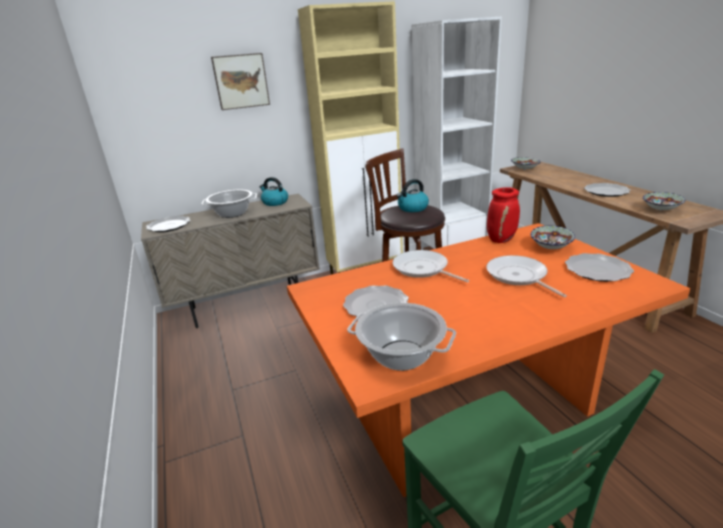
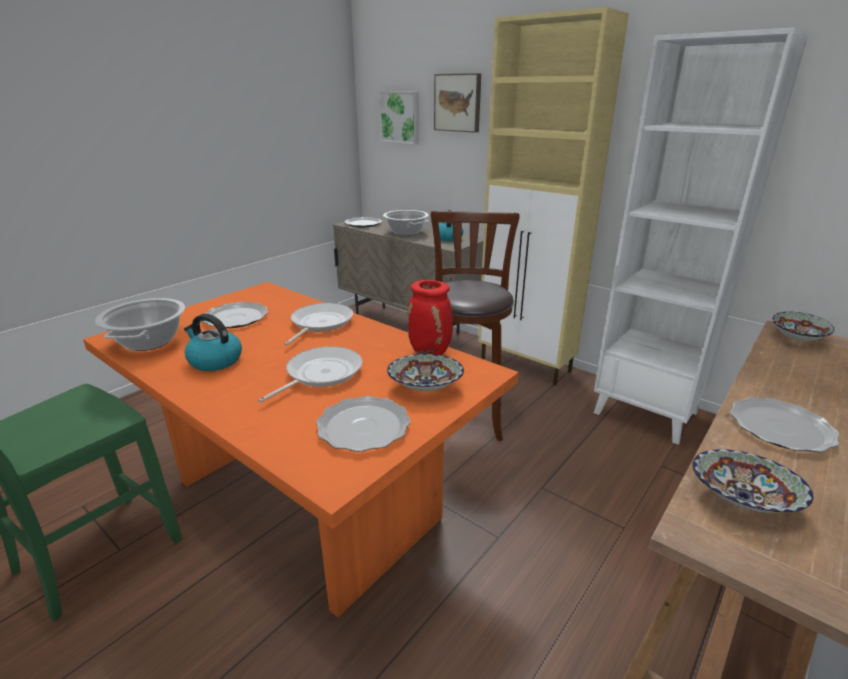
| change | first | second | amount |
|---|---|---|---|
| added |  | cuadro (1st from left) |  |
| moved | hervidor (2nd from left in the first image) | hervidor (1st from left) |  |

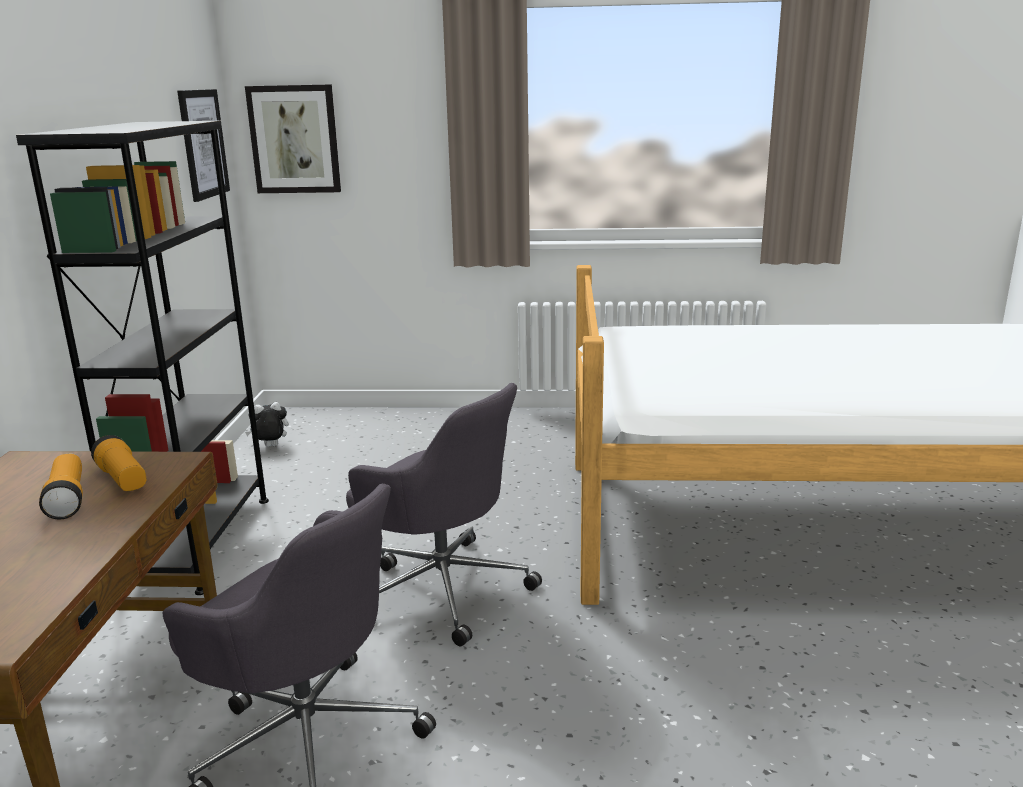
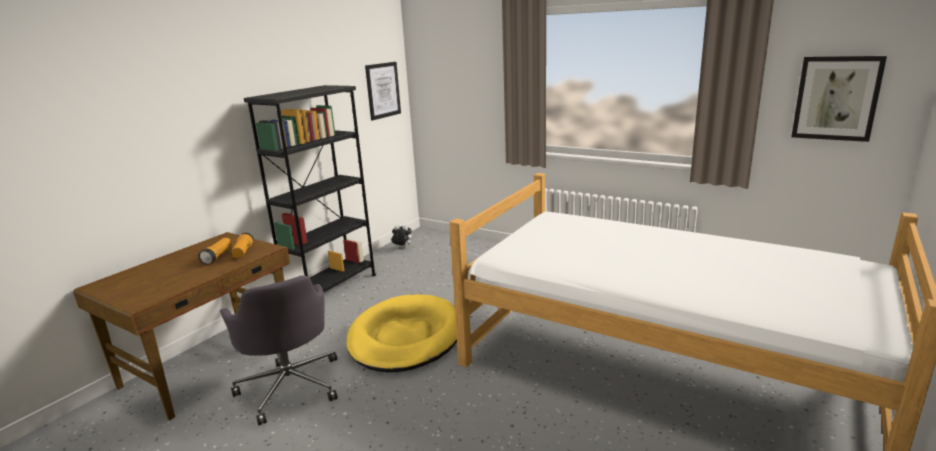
| change | first | second | amount |
|---|---|---|---|
| moved | cuadro (2nd from left) |  |  |
| replaced | silla de oficina (gris) (2nd from left) | cama para perro (amarillo) |  |

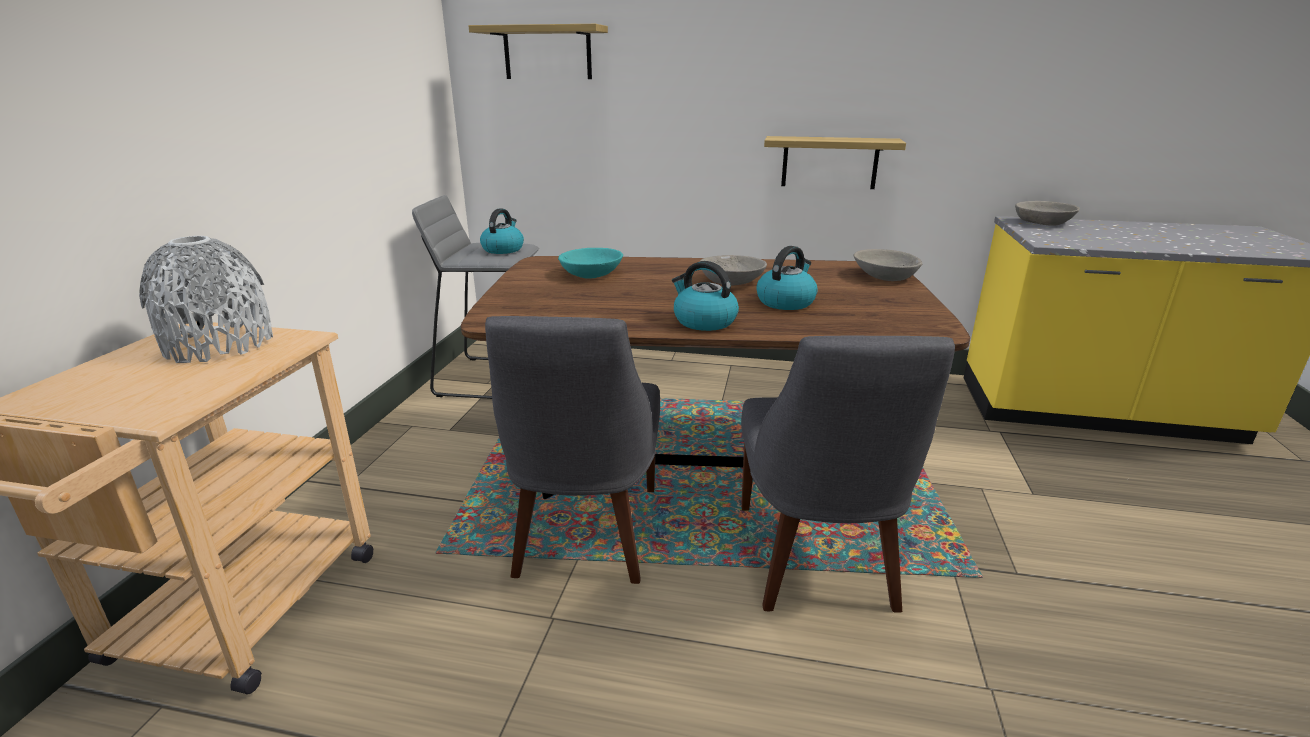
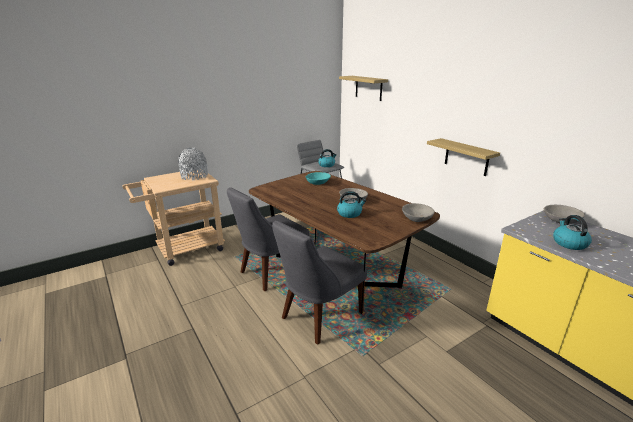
| change | first | second | amount |
|---|---|---|---|
| moved | hervidor (2nd from left in the first image) | hervidor (3rd from left) |  |

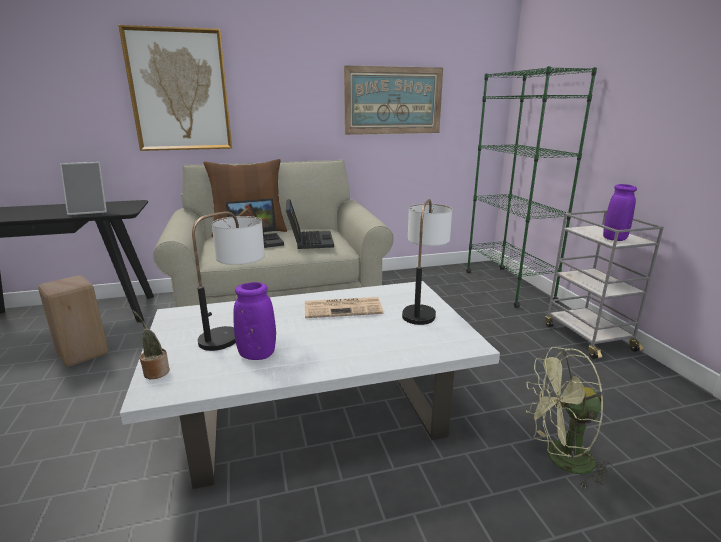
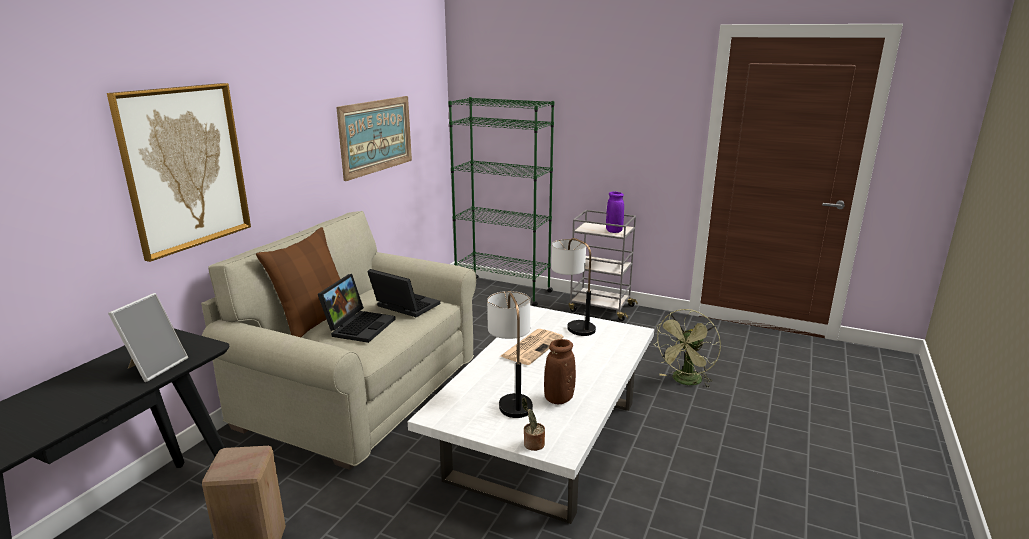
| change | first | second | amount |
|---|---|---|---|
| recoloured | florero (morado) (1st from left) | florero (marrón) |  |

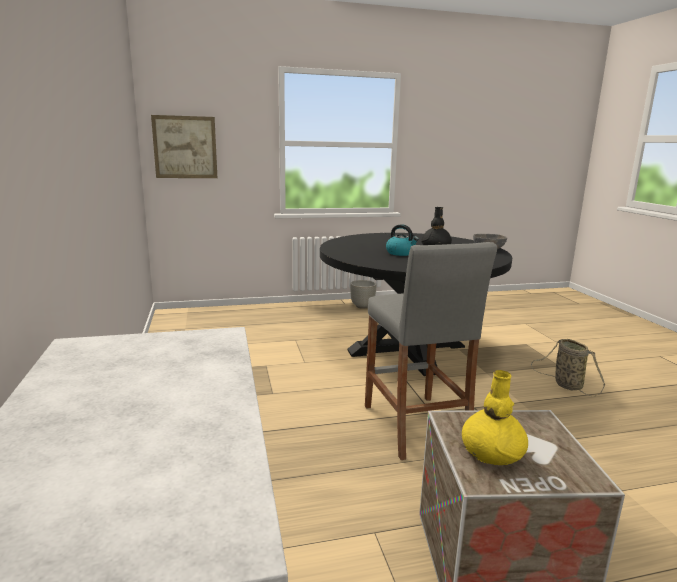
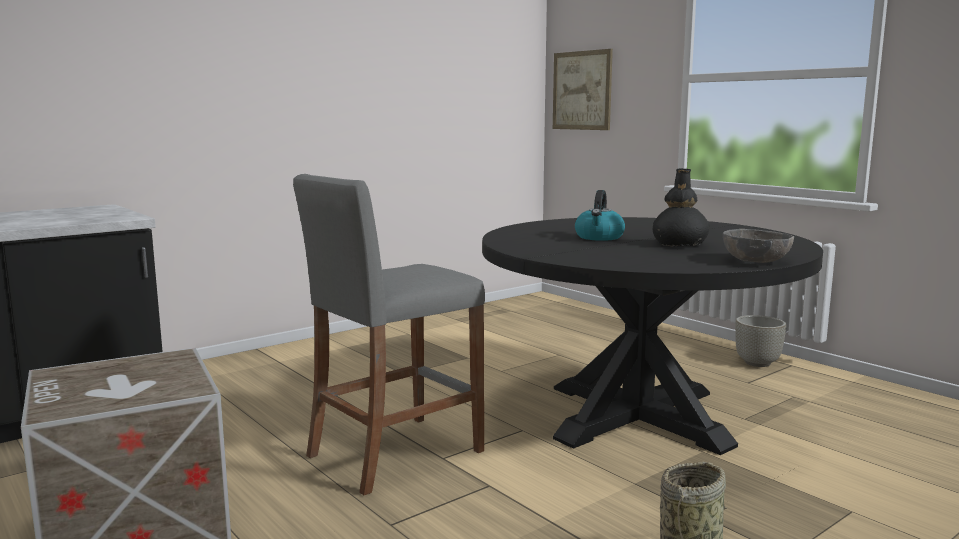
| change | first | second | amount |
|---|---|---|---|
| removed | florero (amarillo) |  |  |

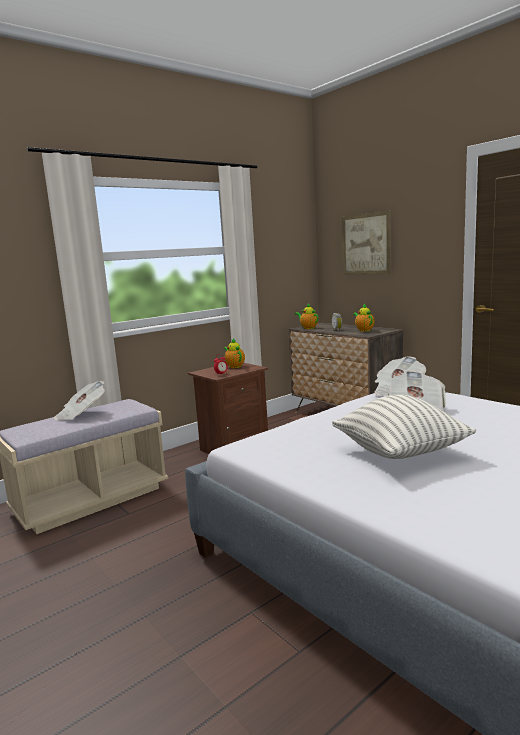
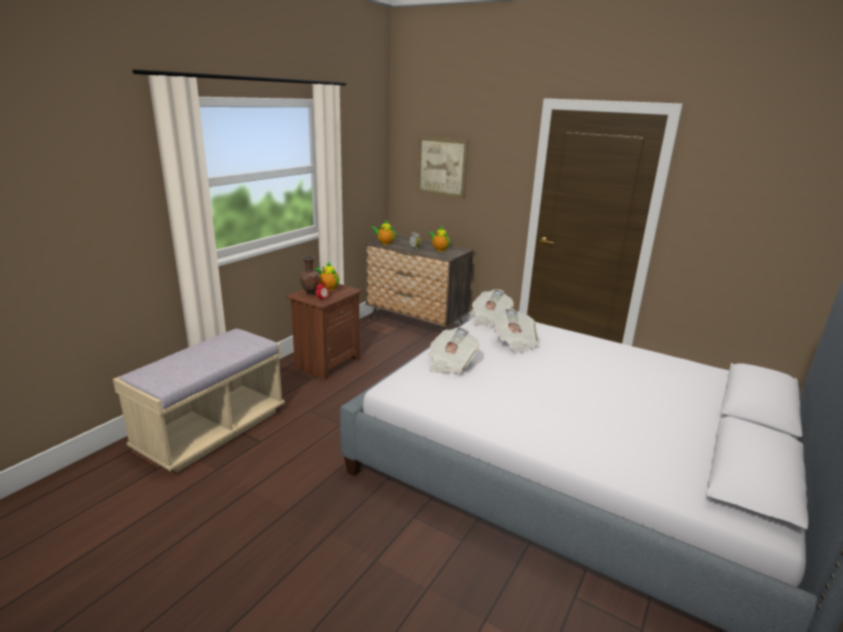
| change | first | second | amount |
|---|---|---|---|
| removed | cojín |  |  |
| added |  | florero (marrón) |  |
| moved | periódico (1st from left) |  |  |

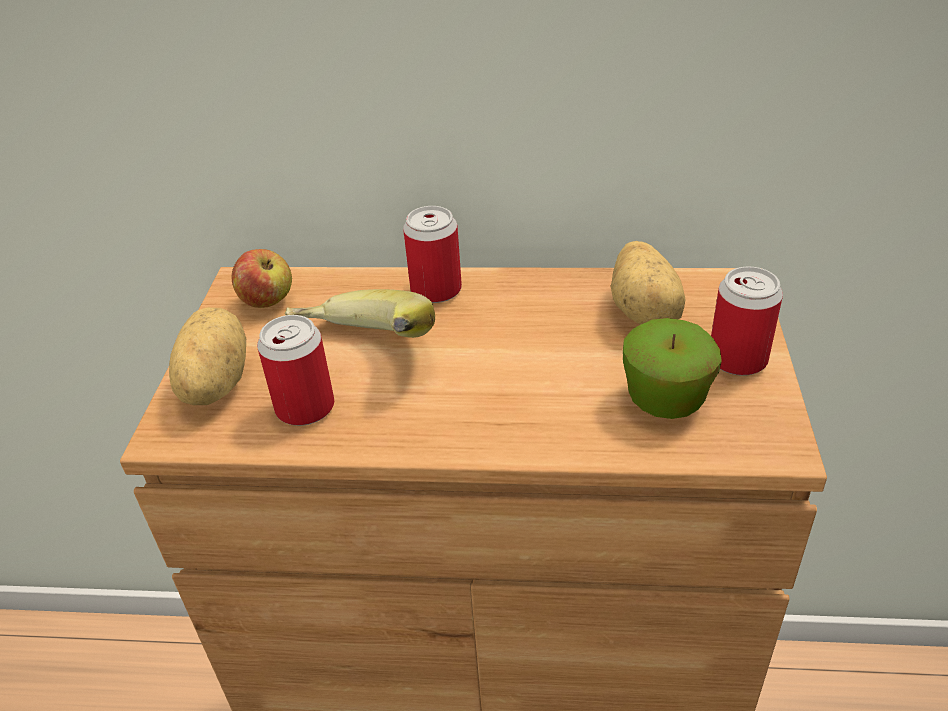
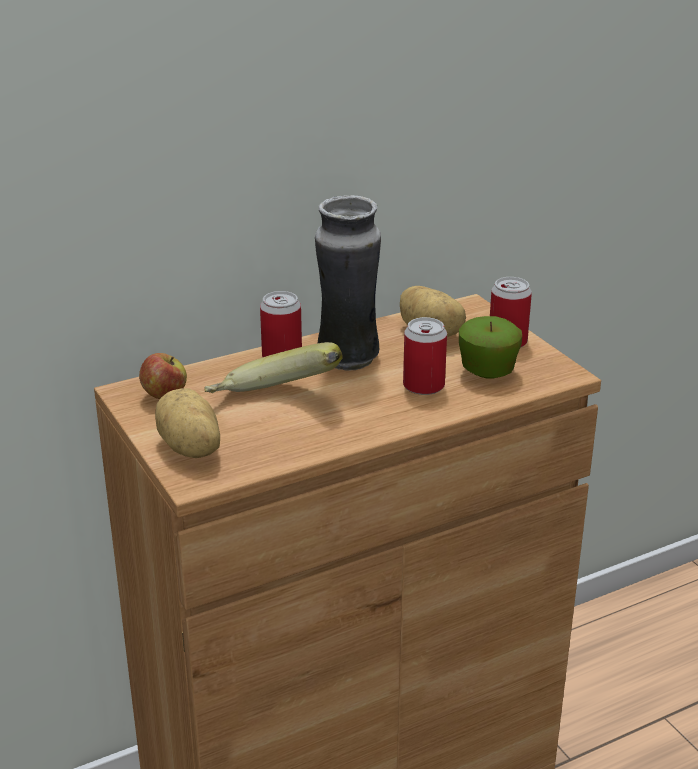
| change | first | second | amount |
|---|---|---|---|
| added |  | florero |  |
| moved | lata (1st from left in the first image) | lata (2nd from left) |  |

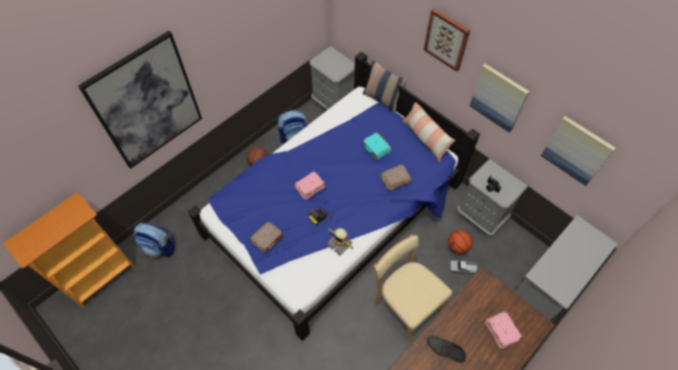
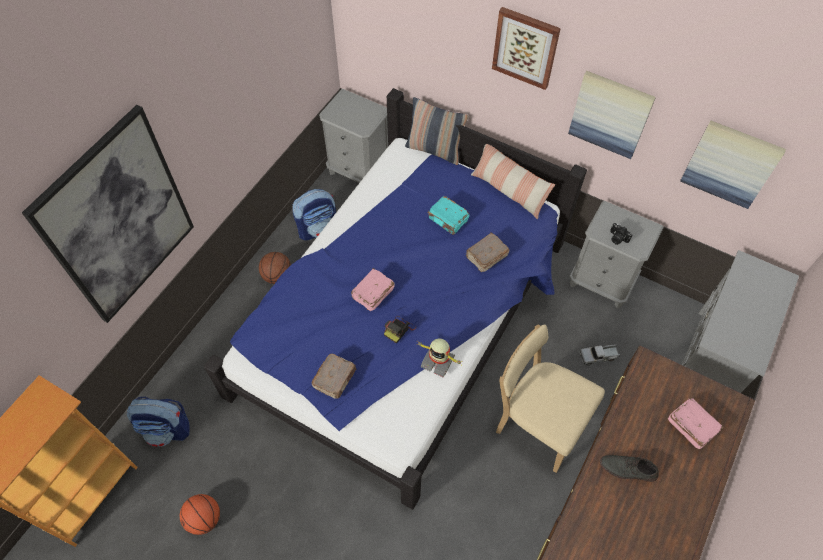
| change | first | second | amount |
|---|---|---|---|
| moved | balón de baloncesto (2nd from left in the first image) | balón de baloncesto (1st from left) |  |

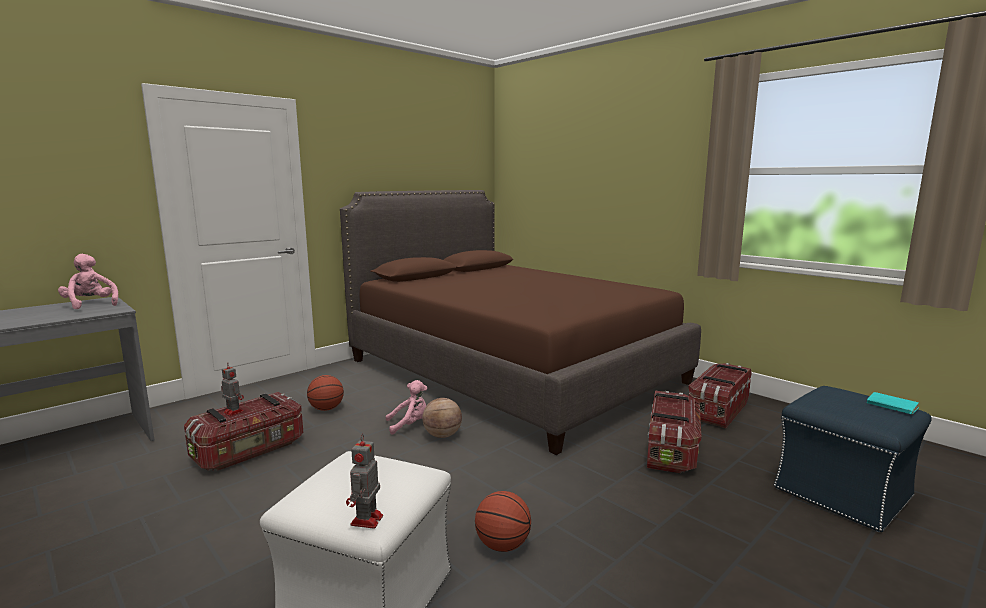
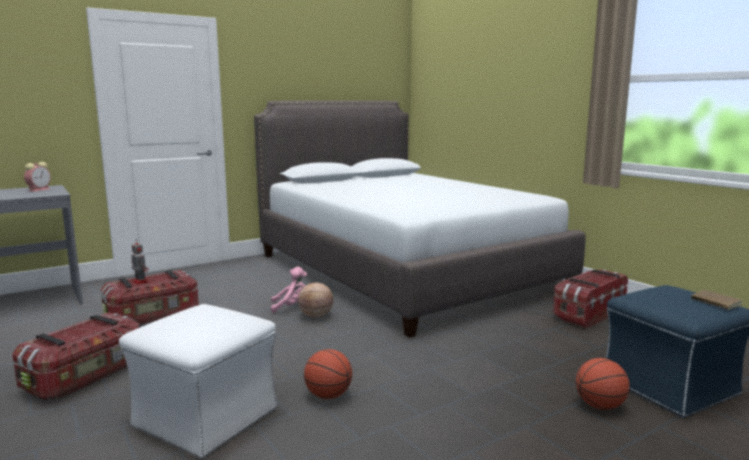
| change | first | second | amount |
|---|---|---|---|
| removed | robot de juguete (2nd from left) |  |  |
| moved | balón de baloncesto (1st from left in the first image) | balón de baloncesto (3rd from left) |  |
| moved | caja de almacenaje (2nd from left in the first image) | caja de almacenaje (1st from left) |  |
| replaced | peluche (rosa) (1st from left) | despertador |  |
| recoloured | cama (marrón) | cama (blanco) |  |
| recoloured | libro (turquesa) | libro (marrón) |  |

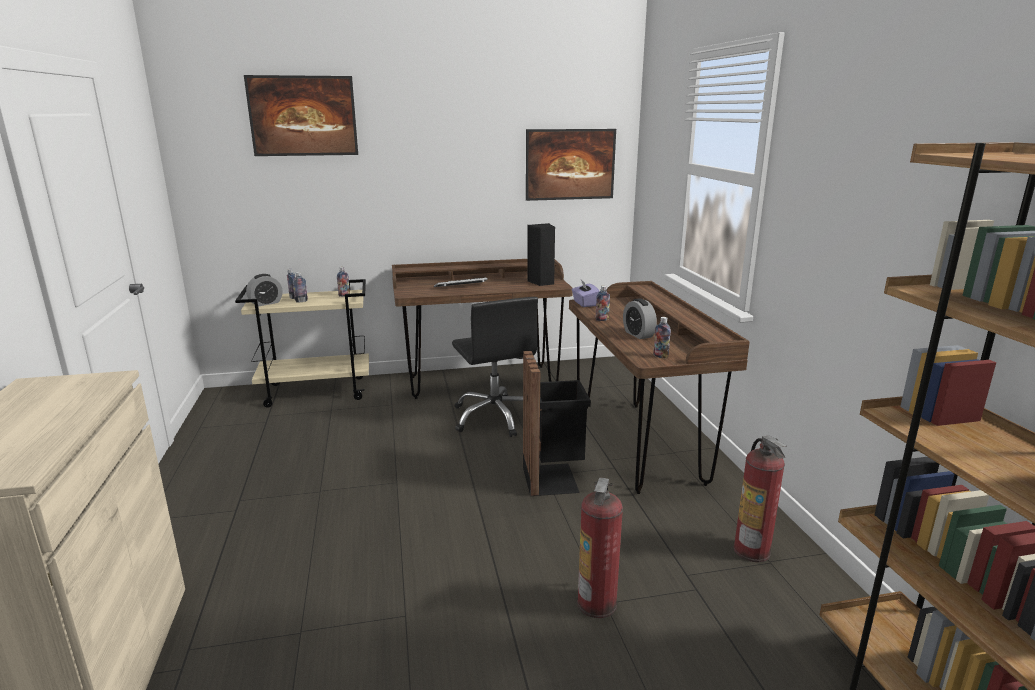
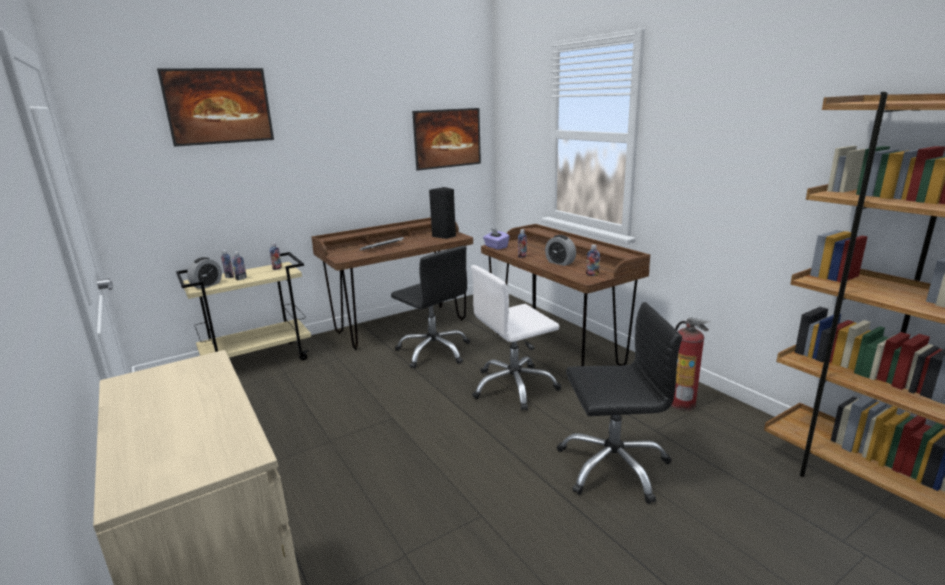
| change | first | second | amount |
|---|---|---|---|
| replaced | papelera (negro) | silla de oficina (blanco) |  |
| replaced | extintor (1st from left) | silla de oficina (negro) (2nd from left) |  |

